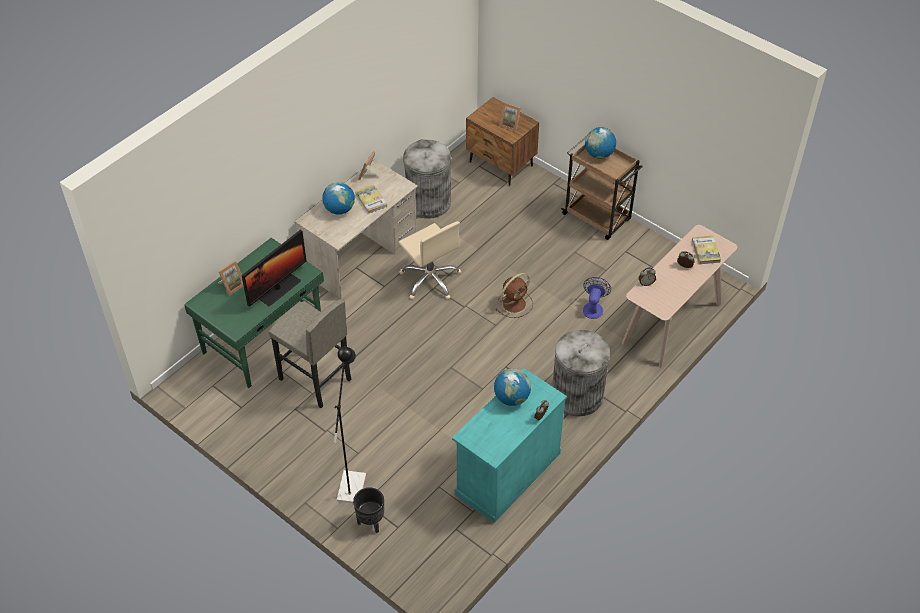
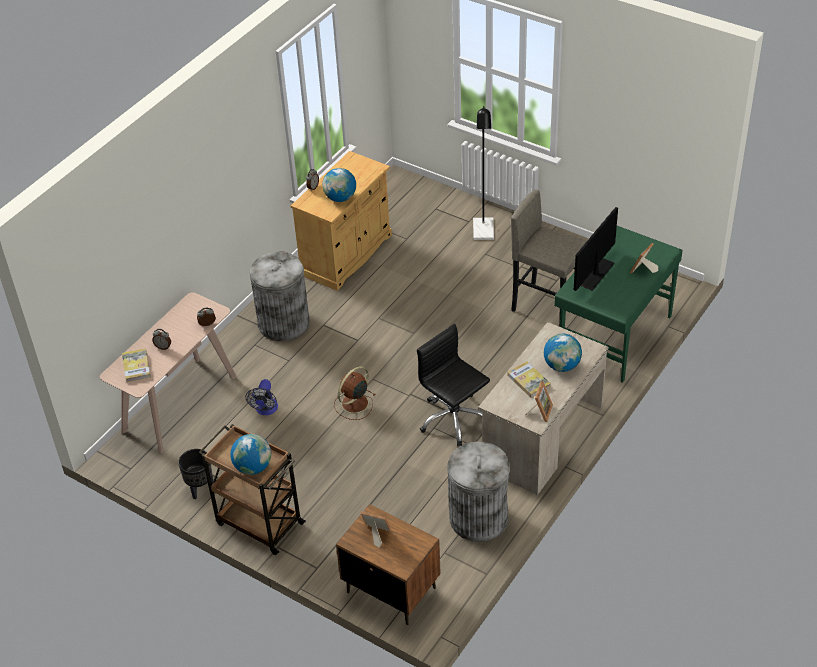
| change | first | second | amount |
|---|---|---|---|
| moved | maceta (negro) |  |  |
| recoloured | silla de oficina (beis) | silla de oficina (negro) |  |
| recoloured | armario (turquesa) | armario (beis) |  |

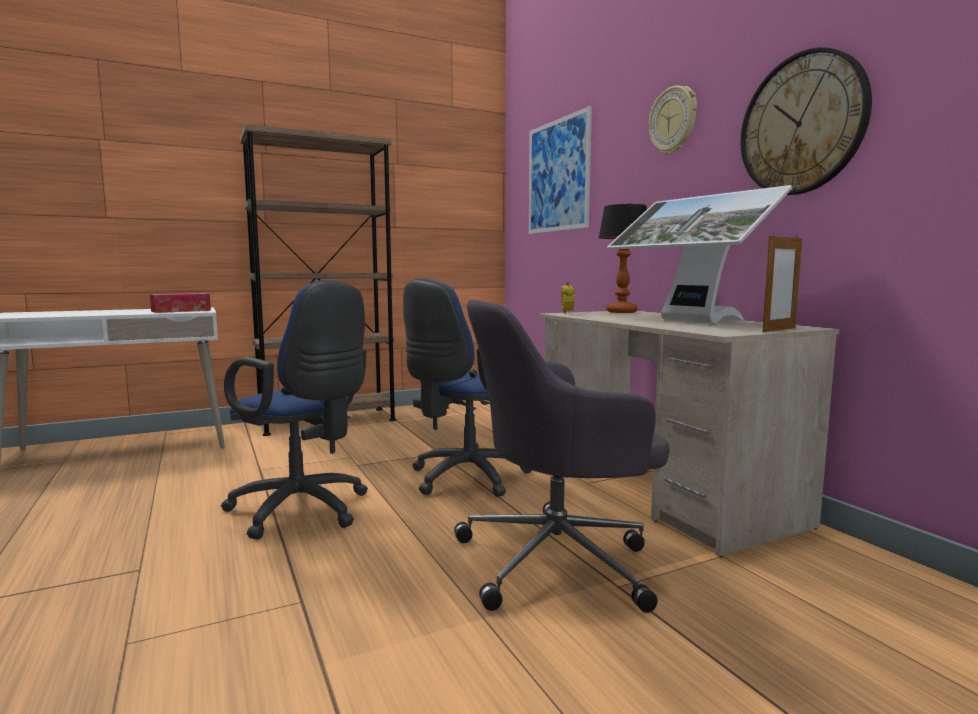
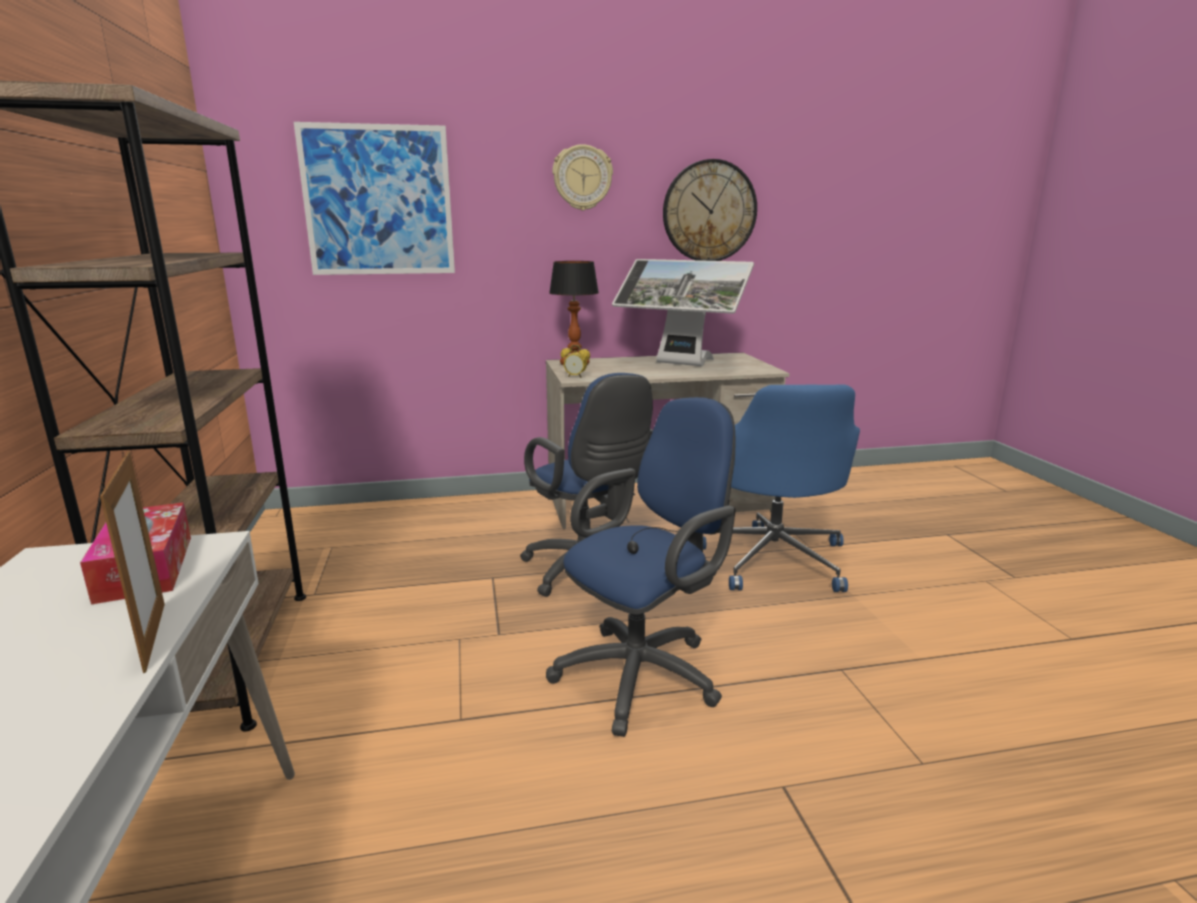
| change | first | second | amount |
|---|---|---|---|
| moved | portarretratos |  |  |
| recoloured | silla de oficina (gris) | silla de oficina (azul) (3rd from left) |  |
| turned | monitor |  | 45 degrees clockwise |

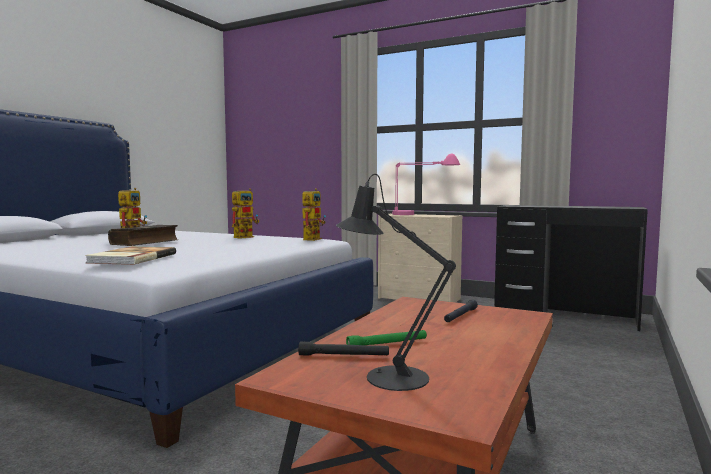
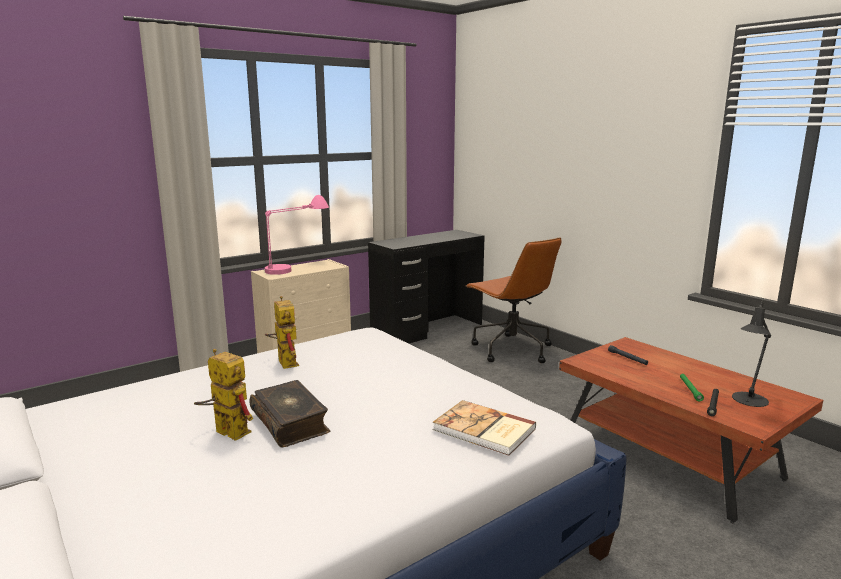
| change | first | second | amount |
|---|---|---|---|
| removed | robot de juguete (3rd from left) |  |  |
| added |  | silla de oficina (marrón) |  |

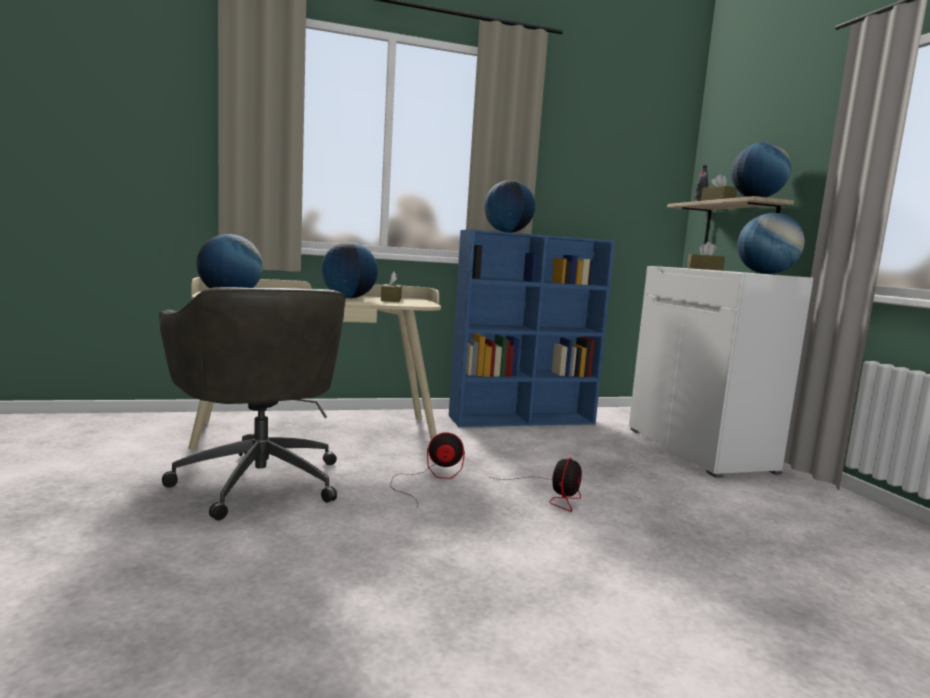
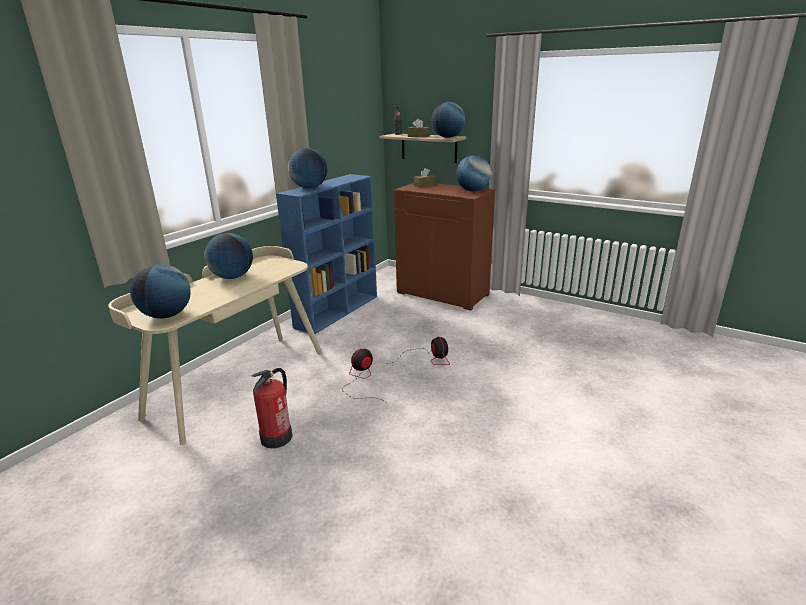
| change | first | second | amount |
|---|---|---|---|
| removed | caja de pañuelos (marrón) (1st from left) |  |  |
| replaced | silla de oficina (gris) | extintor |  |
| recoloured | armario (blanco) | armario (marrón) |  |

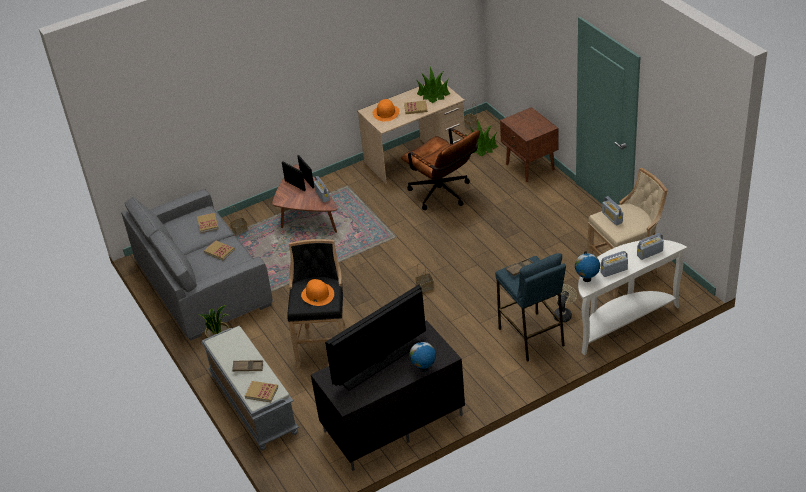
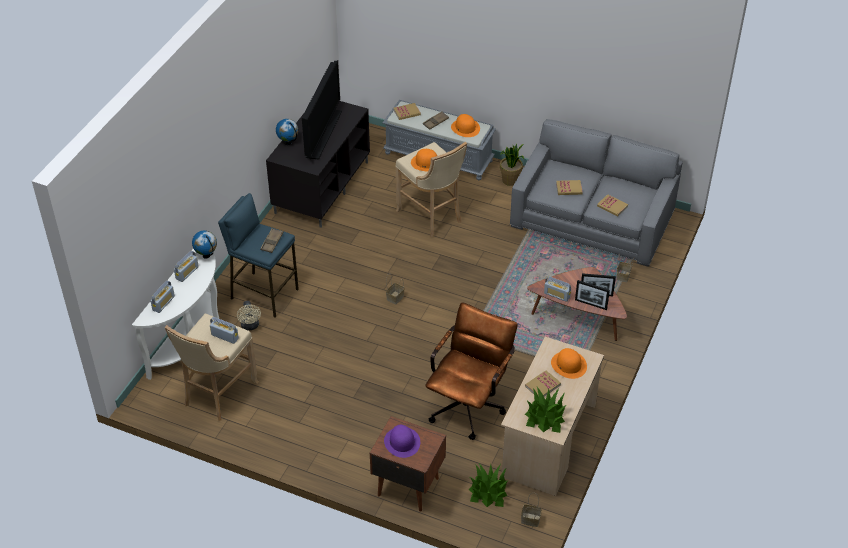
| change | first | second | amount |
|---|---|---|---|
| added |  | sombrero (morado) |  |
| added |  | sombrero (naranja) (2nd from left) |  |
| recoloured | taburete (negro) | taburete (beis) (2nd from left) |  |
| turned | silla de oficina (marrón) |  | 105 degrees clockwise |

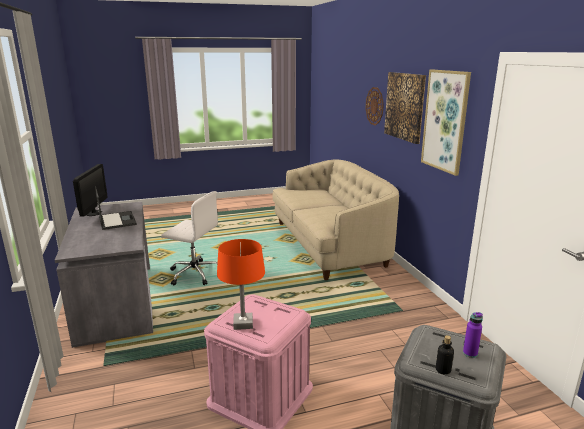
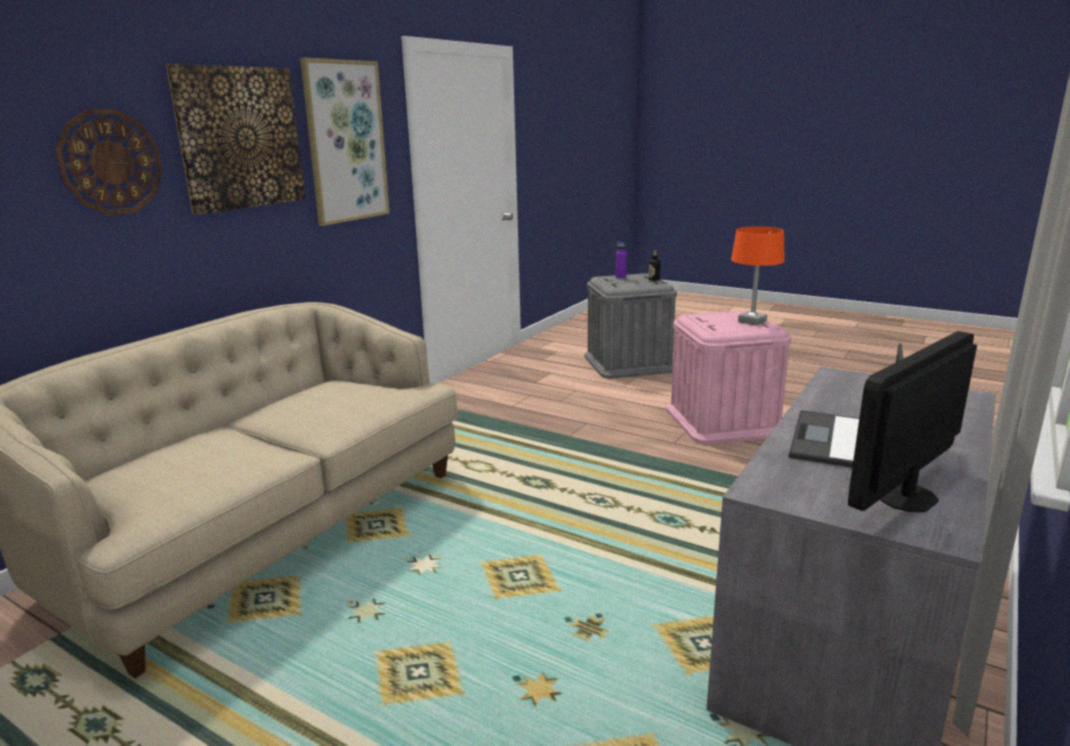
| change | first | second | amount |
|---|---|---|---|
| removed | silla de oficina (blanco) |  |  |

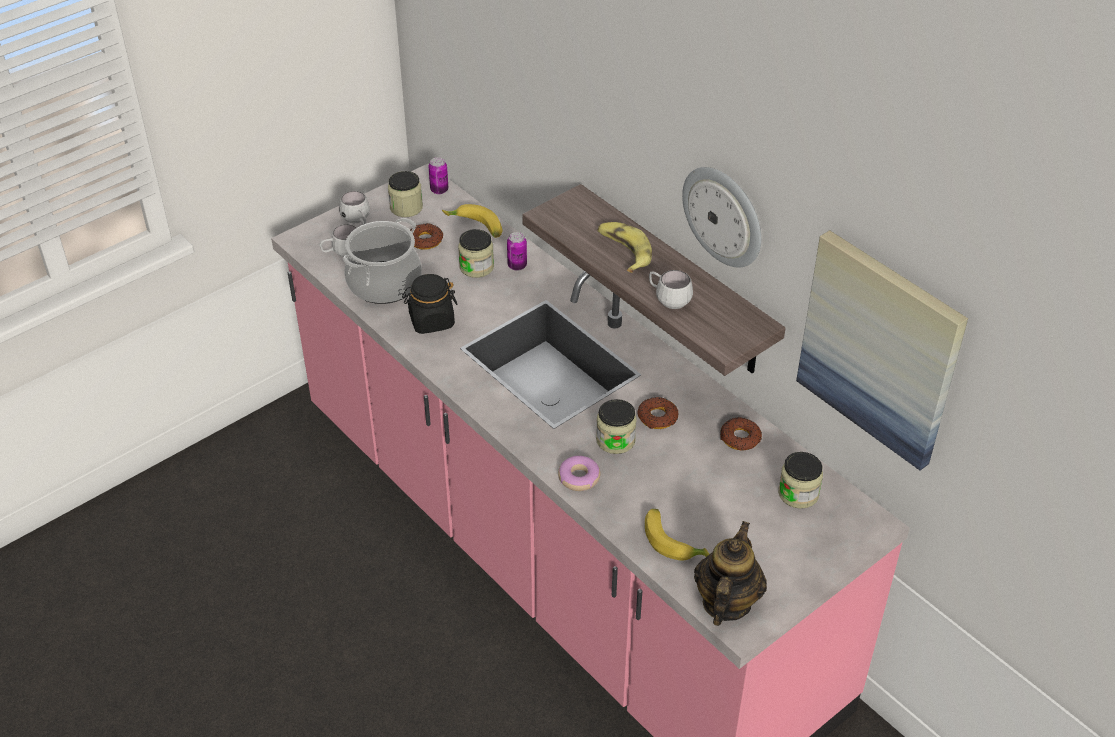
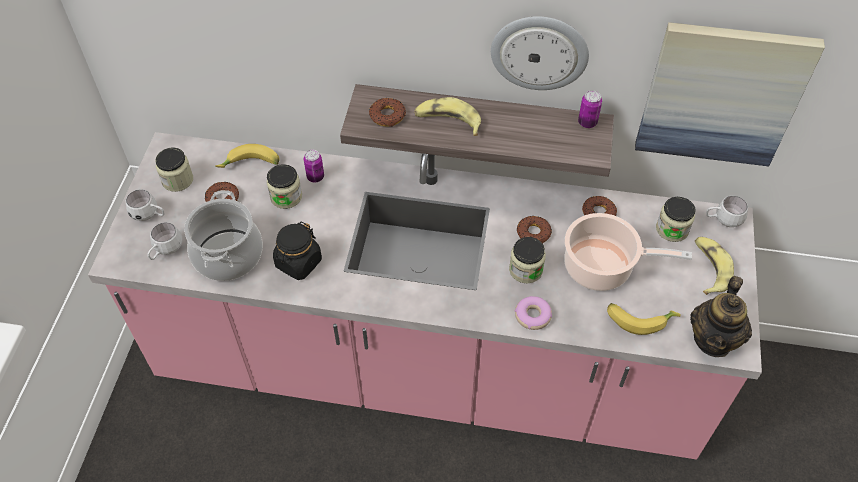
| change | first | second | amount |
|---|---|---|---|
| added |  | rosquilla (2nd from left) |  |
| added |  | olla (2nd from left) |  |
| added |  | plátano (4th from left) |  |
| moved | lata (1st from left in the first image) | lata (2nd from left) |  |
| moved | taza grande (blanco) (3rd from left) |  |  |
| turned | tetera |  | 135 degrees counterclockwise |

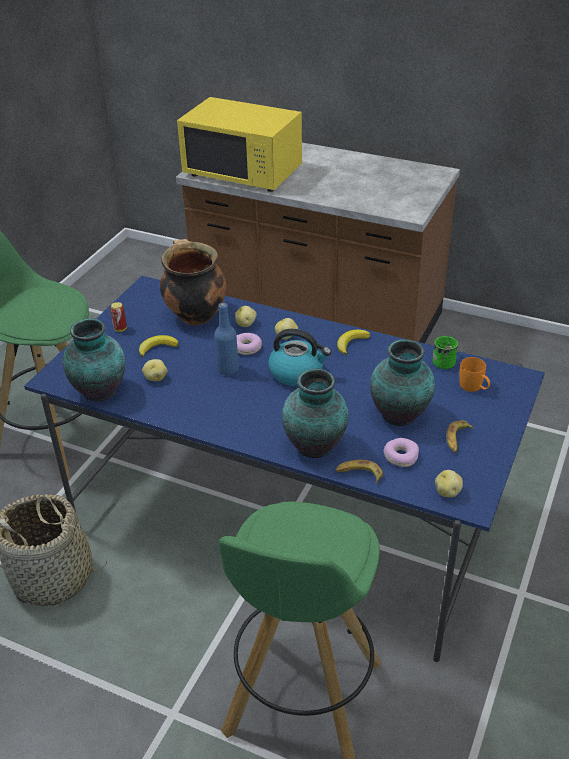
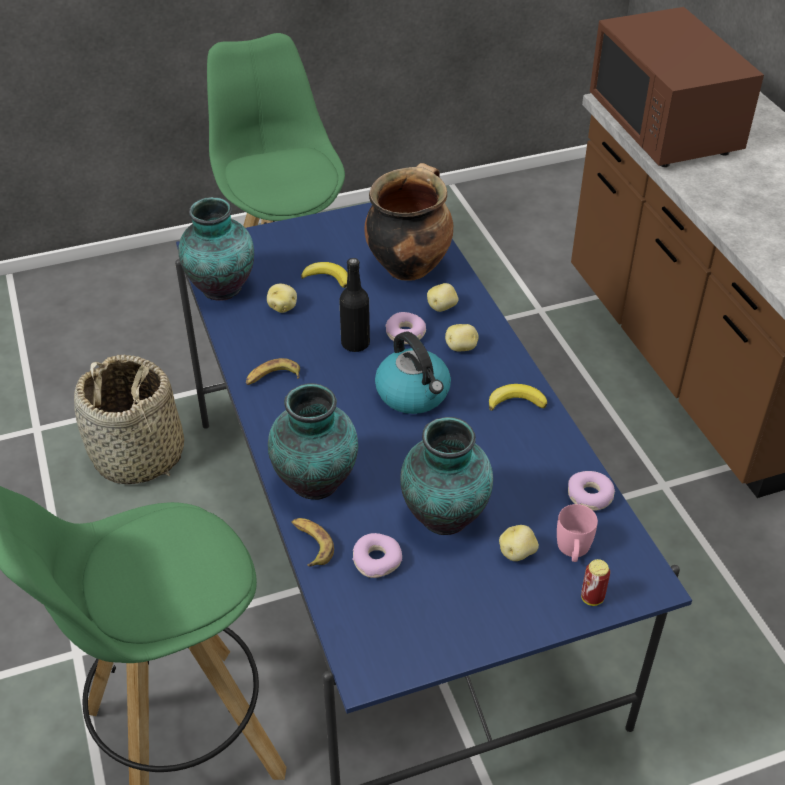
| change | first | second | amount |
|---|---|---|---|
| moved | lata |  |  |
| moved | patata (4th from left) |  |  |
| moved | plátano (4th from left in the first image) | plátano (1st from left) |  |
| replaced | taza grande (verde) | rosquilla (3rd from left) |  |
| recoloured | microondas (amarillo) | microondas (marrón) |  |
| recoloured | botella (azul) | botella (negro) |  |
| recoloured | taza grande (naranja) | taza grande (rosa) |  |

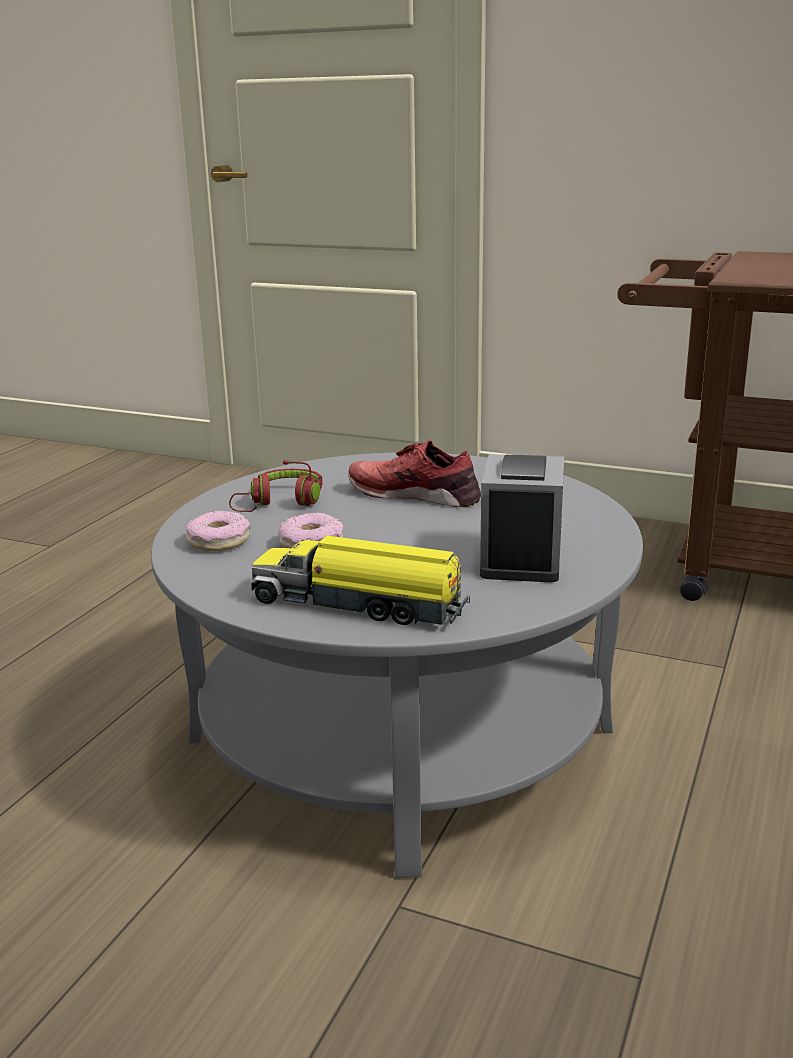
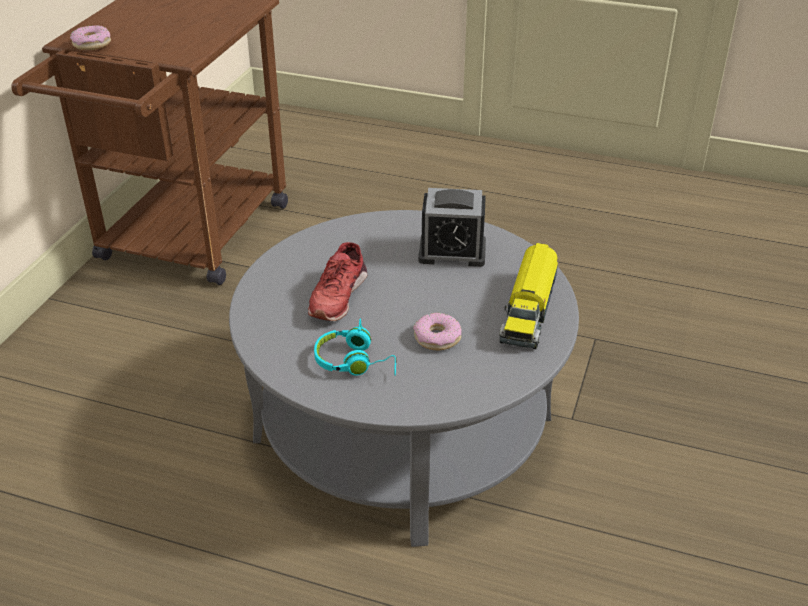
| change | first | second | amount |
|---|---|---|---|
| moved | rosquilla (1st from left) |  |  |
| recoloured | auriculares (rojo) | auriculares (turquesa) |  |

